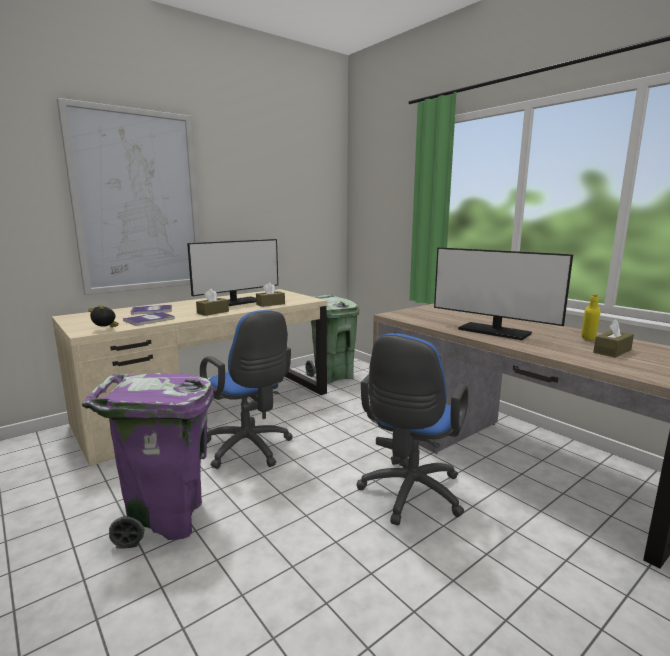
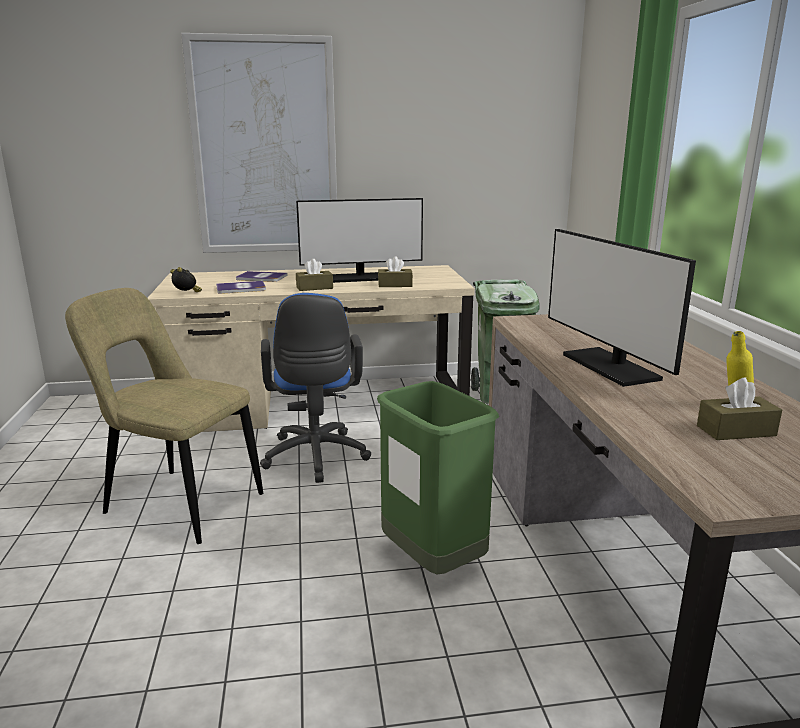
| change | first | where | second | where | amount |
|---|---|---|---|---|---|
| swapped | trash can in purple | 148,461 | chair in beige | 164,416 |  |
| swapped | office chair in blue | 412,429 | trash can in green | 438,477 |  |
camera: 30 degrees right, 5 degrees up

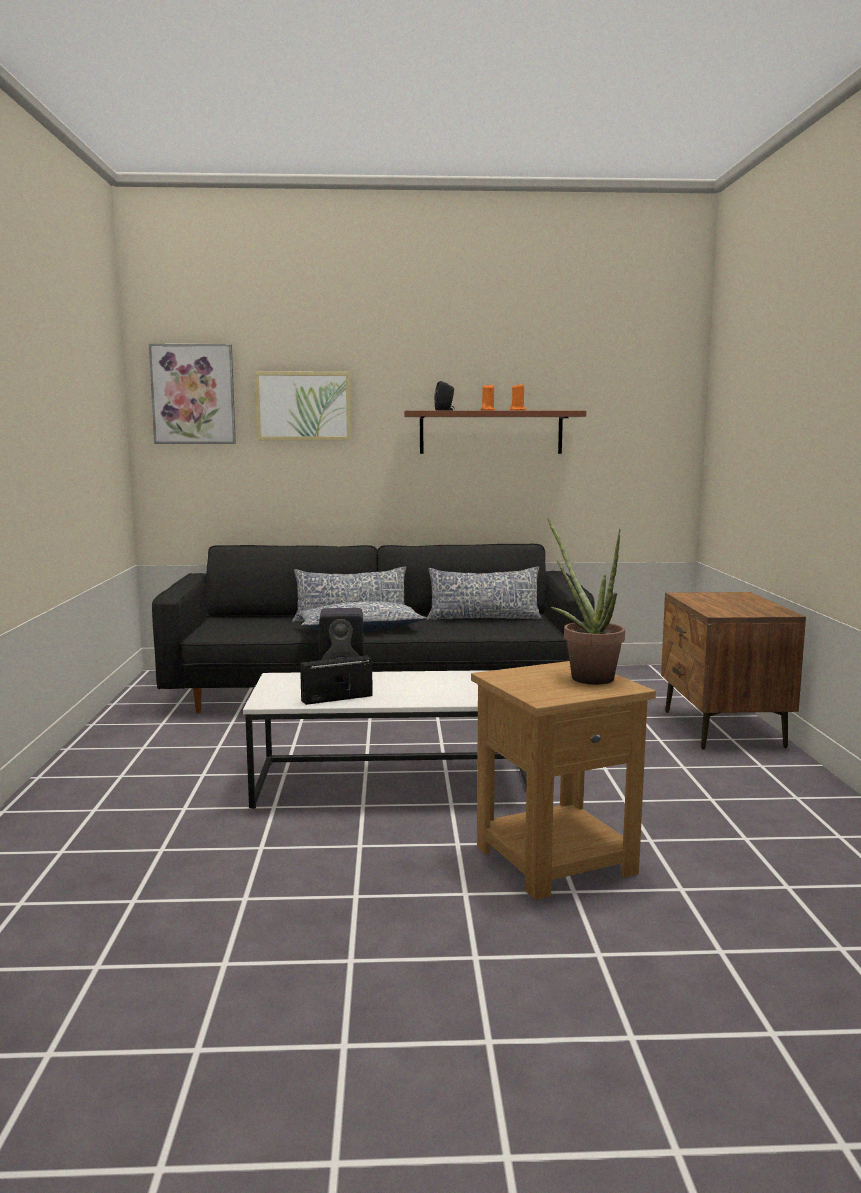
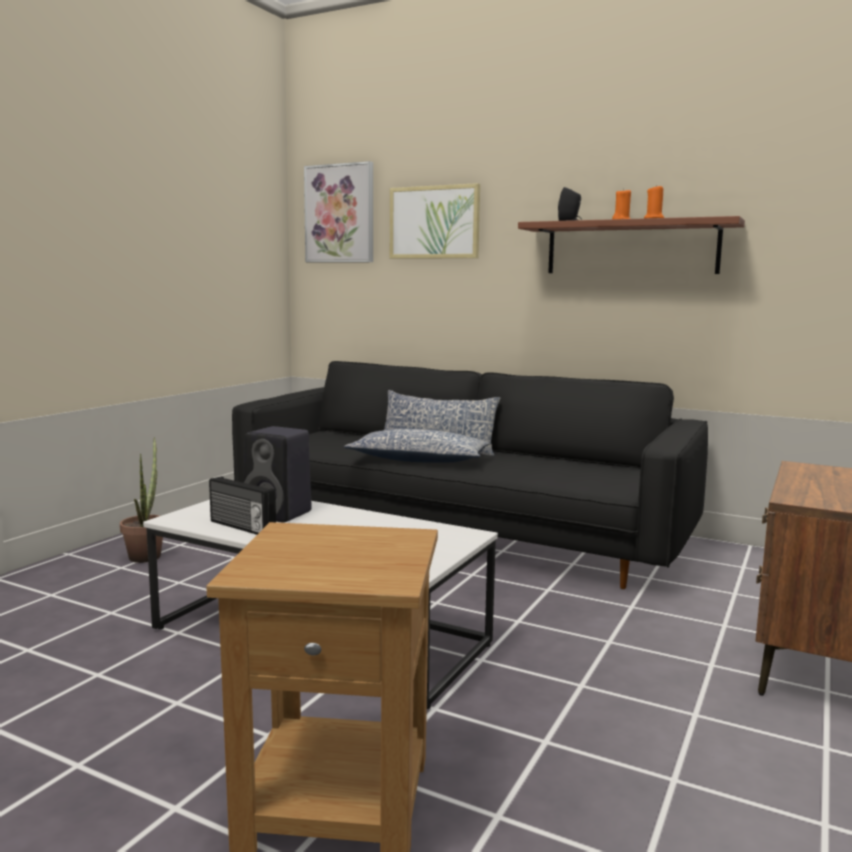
| change | first | where | second | where | amount |
|---|---|---|---|---|---|
| rotated | radio | 336,680 |  | 242,505 | 150 degrees counterclockwise |
| gone | pillow | 484,593 |  |  |  |
| shifted | potted plant | 586,601 |  | 141,500 |  |
camera: 30 degrees right, 0 degrees up

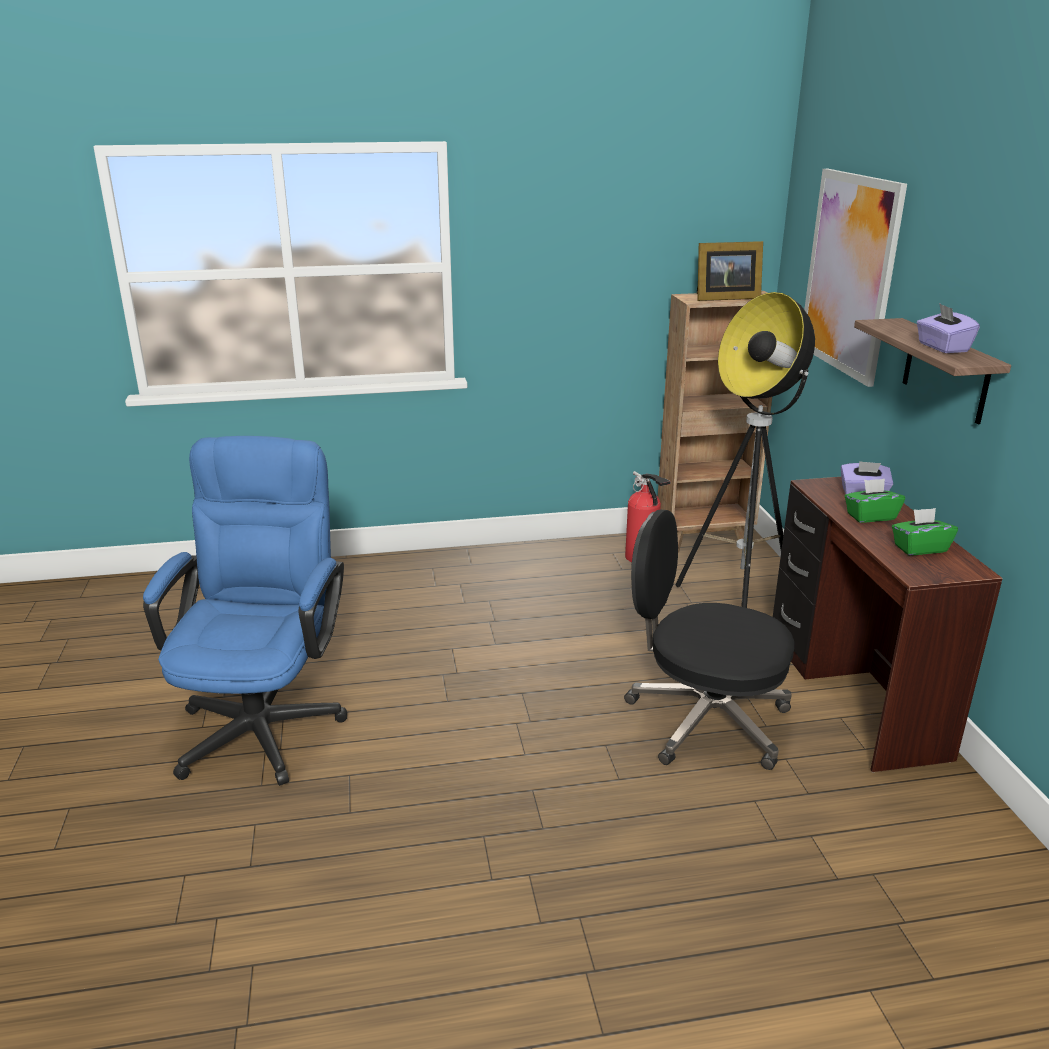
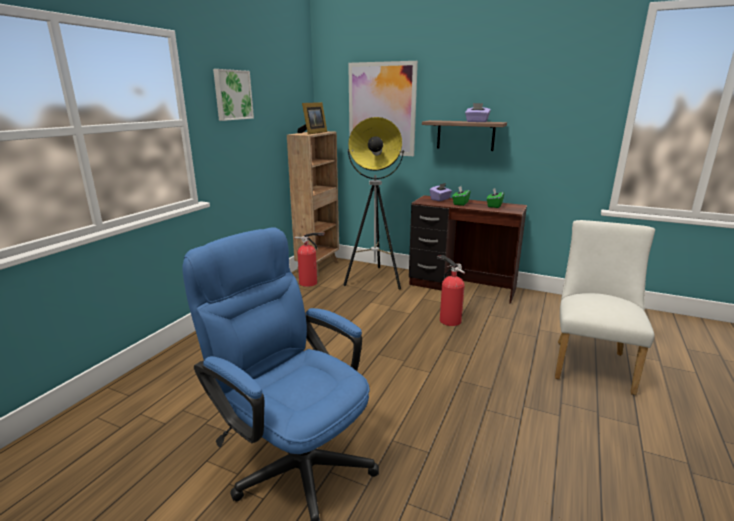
| change | first | where | second | where | amount |
|---|---|---|---|---|---|
| swapped | office chair in black | 709,640 | fire extinguisher | 451,290 |  |
| new |  |  | picture | 233,95 |  |
| new |  |  | chair in white | 605,307 |  |
camera: 55 degrees left, 5 degrees down

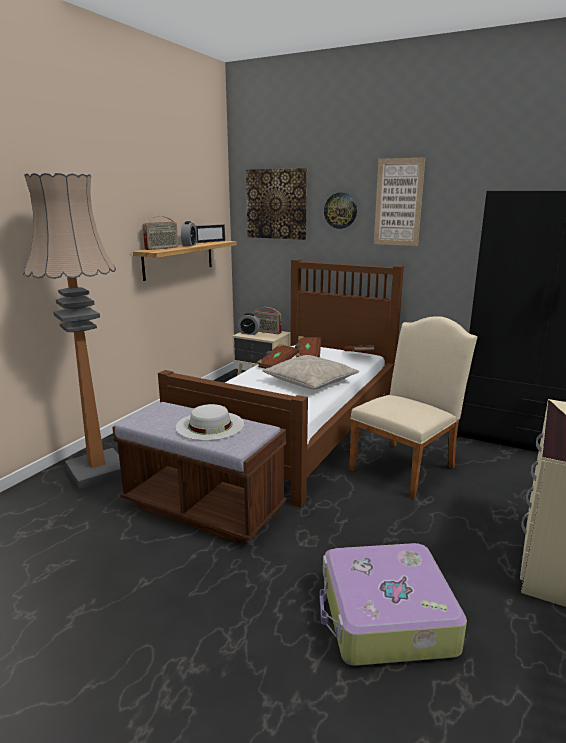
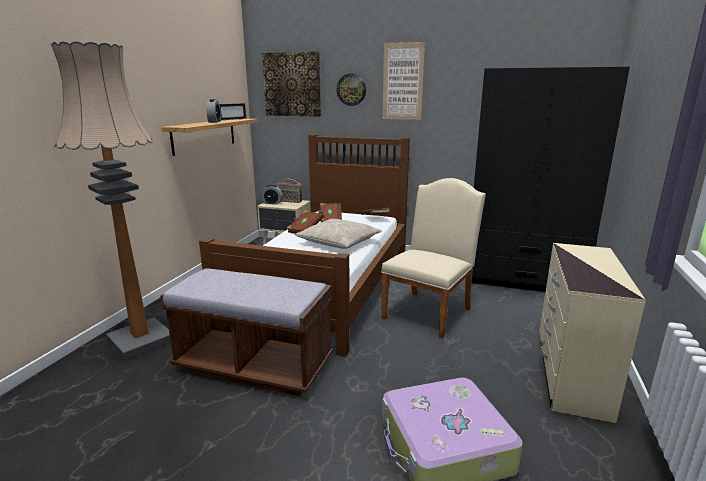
| change | first | where | second | where | amount |
|---|---|---|---|---|---|
| gone | radio | 160,233 |  |  |  |
| gone | hat in white | 210,422 |  |  |  |
camera: 10 degrees left, 0 degrees up

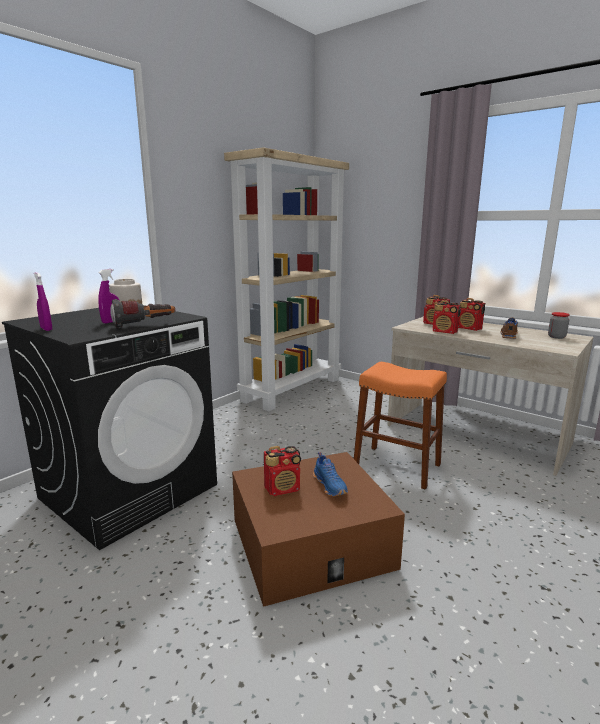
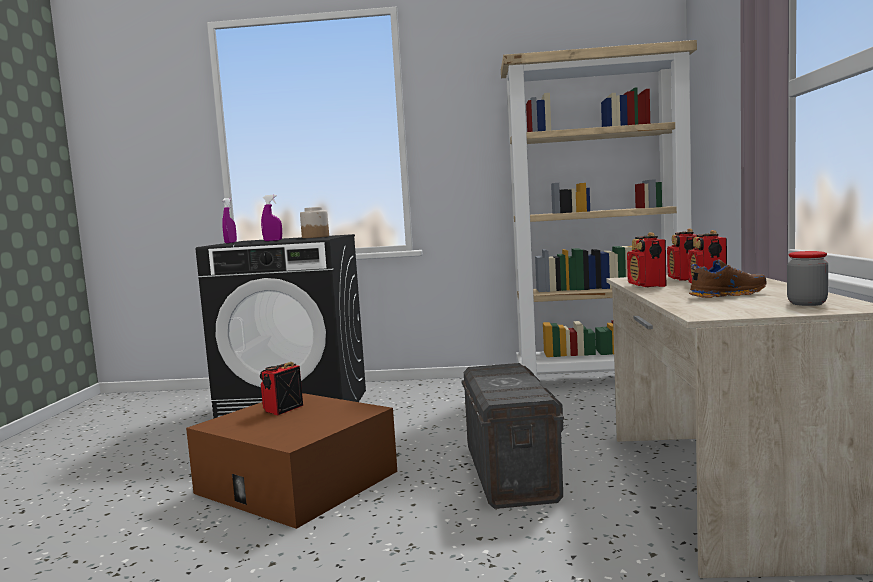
| change | first | where | second | where | amount |
|---|---|---|---|---|---|
| gone | flashlight | 142,313 |  |  |  |
| rotated | radio | 282,471 |  | 281,388 | 90 degrees clockwise |
| gone | shoe in blue | 330,474 |  |  |  |
| swapped | stool in orange | 400,426 | storage box in grey | 512,436 |  |
camera: 55 degrees right, 10 degrees down

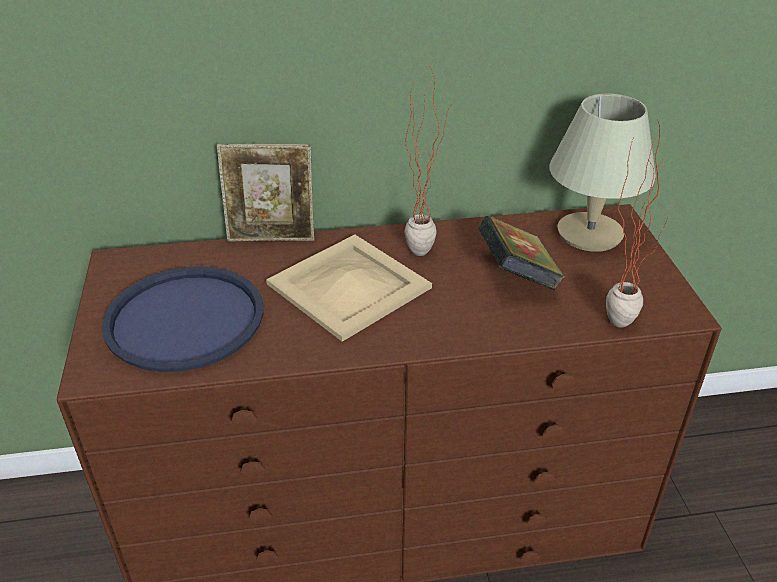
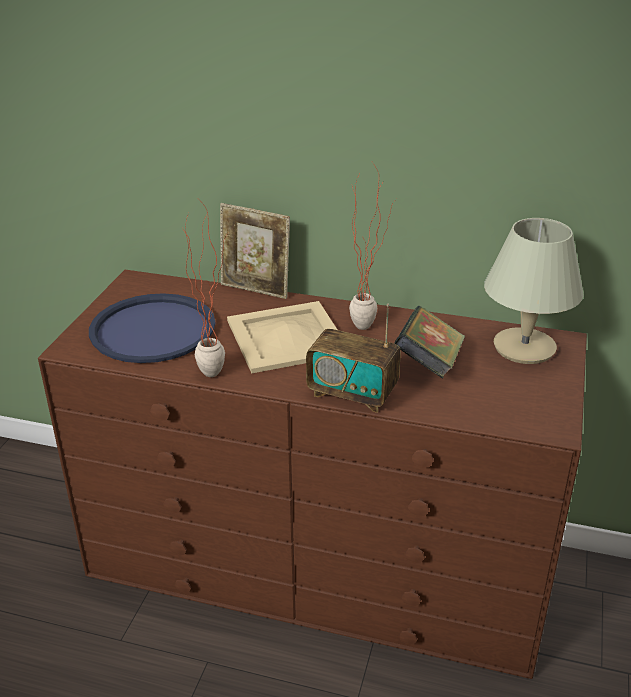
| change | first | where | second | where | amount |
|---|---|---|---|---|---|
| shifted | potted plant | 637,225 |  | 205,290 |  |
| new |  |  | radio | 353,358 |  |
camera: 25 degrees right, 5 degrees down

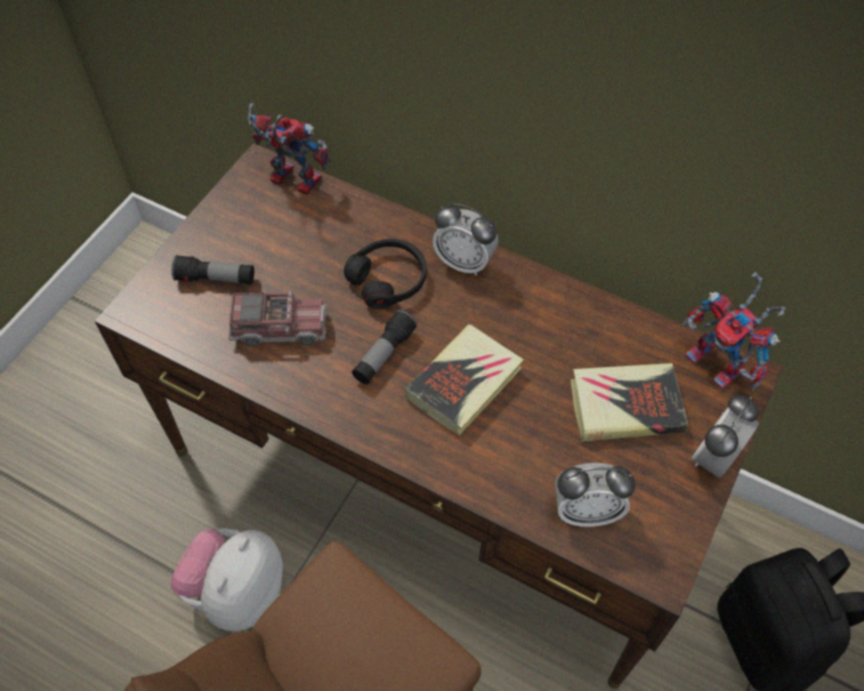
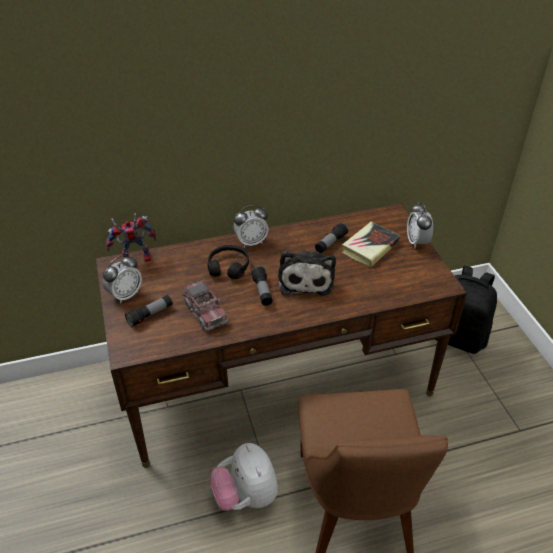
| change | first | where | second | where | amount |
|---|---|---|---|---|---|
| rotated | toy truck | 277,318 |  | 205,305 | 105 degrees clockwise |
| swapped | book | 464,379 | plush toy | 307,273 |  |
| shifted | alarm clock | 595,495 |  | 122,279 |  |
| gone | toy robot | 734,331 |  |  |  |
| new |  |  | flashlight | 332,237 |  |
camera: 45 degrees left, 15 degrees down

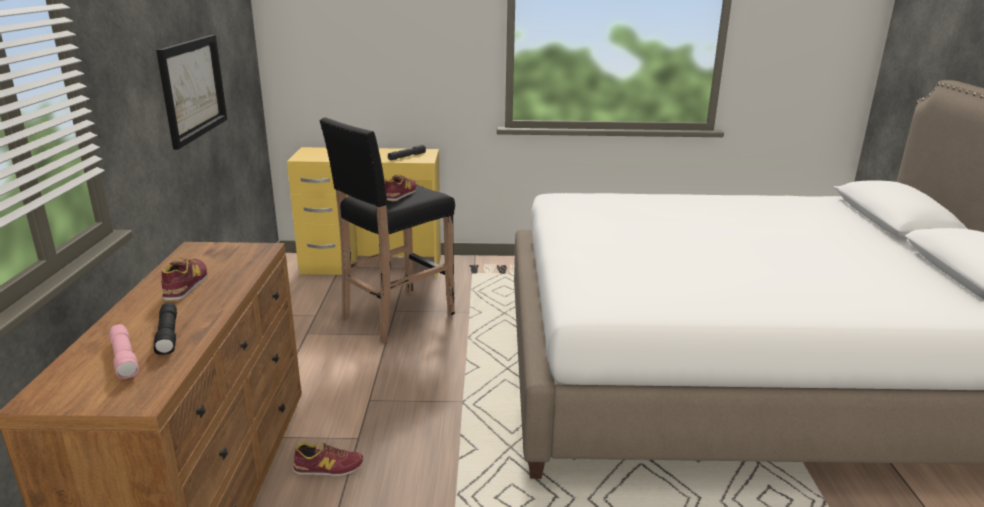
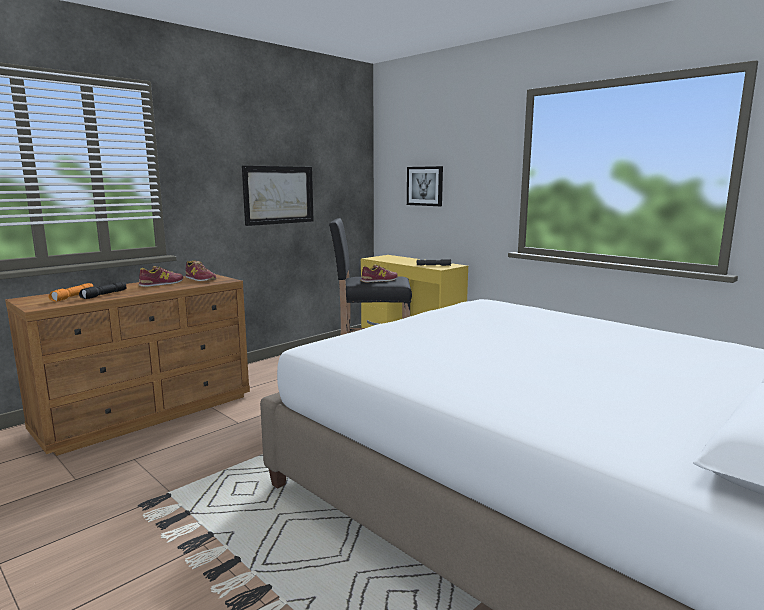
| change | first | where | second | where | amount |
|---|---|---|---|---|---|
| repainted | flashlight in pink | 124,351 | flashlight in orange | 71,292 |  |
| shifted | shoe | 327,459 |  | 201,270 |  |
| new |  |  | picture | 425,186 |  |
camera: 45 degrees right, 10 degrees down

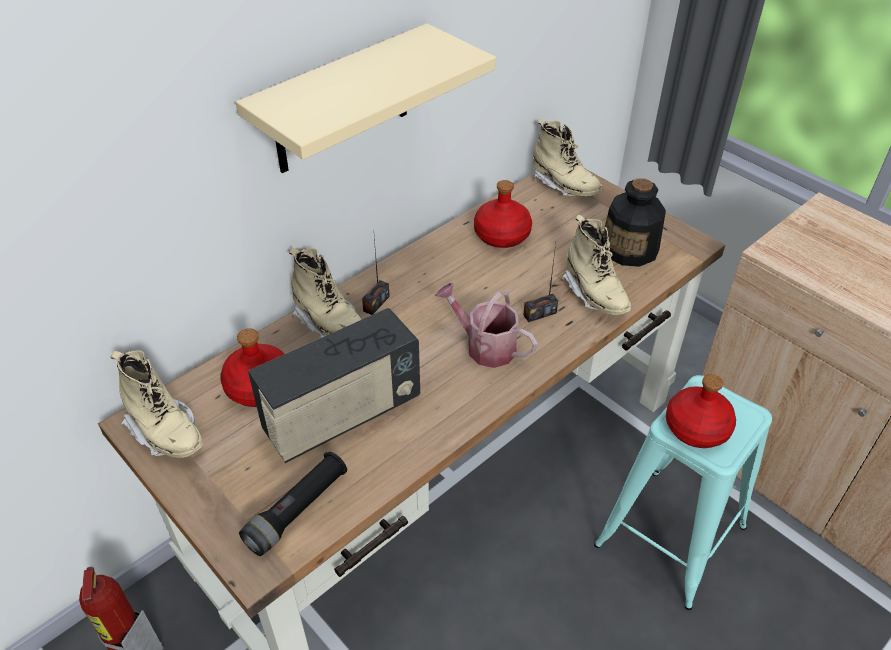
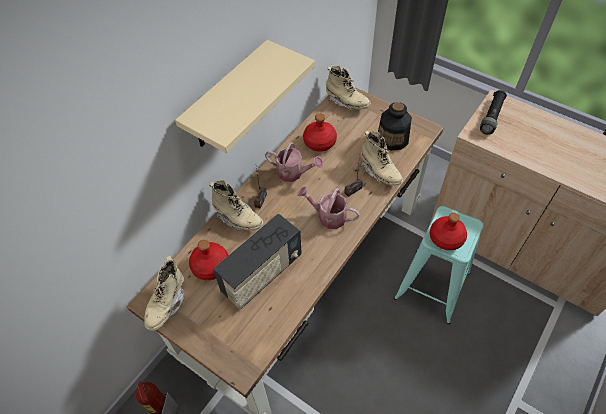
| change | first | where | second | where | amount |
|---|---|---|---|---|---|
| rotated | boot in beige | 156,404 |  | 164,293 | 75 degrees clockwise |
| shifted | flashlight in black | 293,504 |  | 493,112 |  |
| new |  |  | watering can | 294,162 |  |
camera: 10 degrees left, 10 degrees up

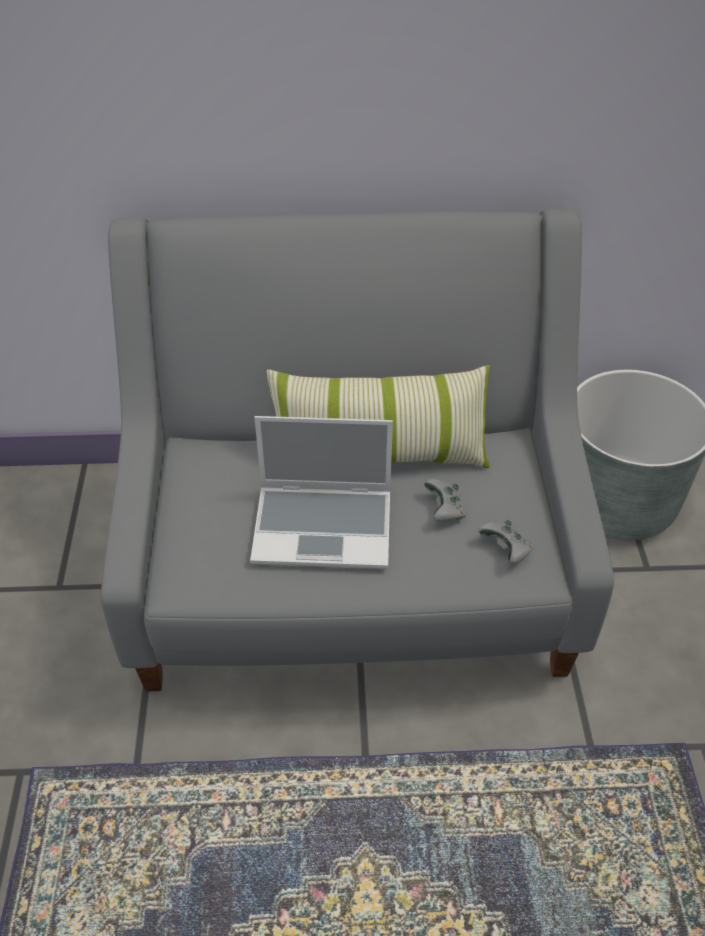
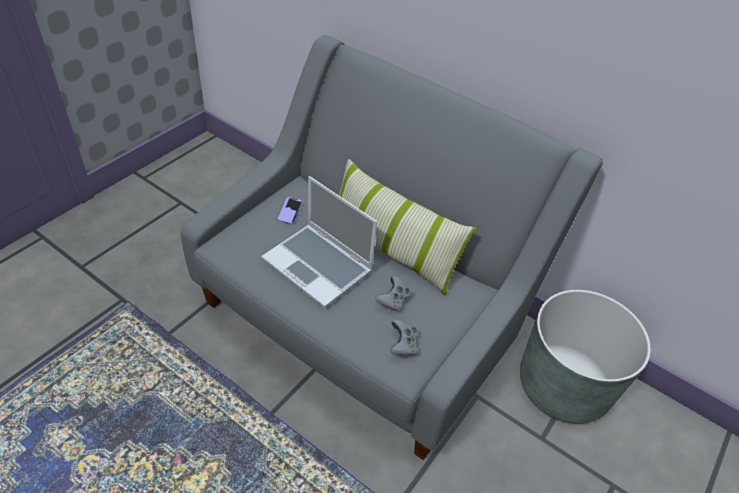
| change | first | where | second | where | amount |
|---|---|---|---|---|---|
| new |  |  | phone | 290,211 |  |
camera: 35 degrees right, 0 degrees up

